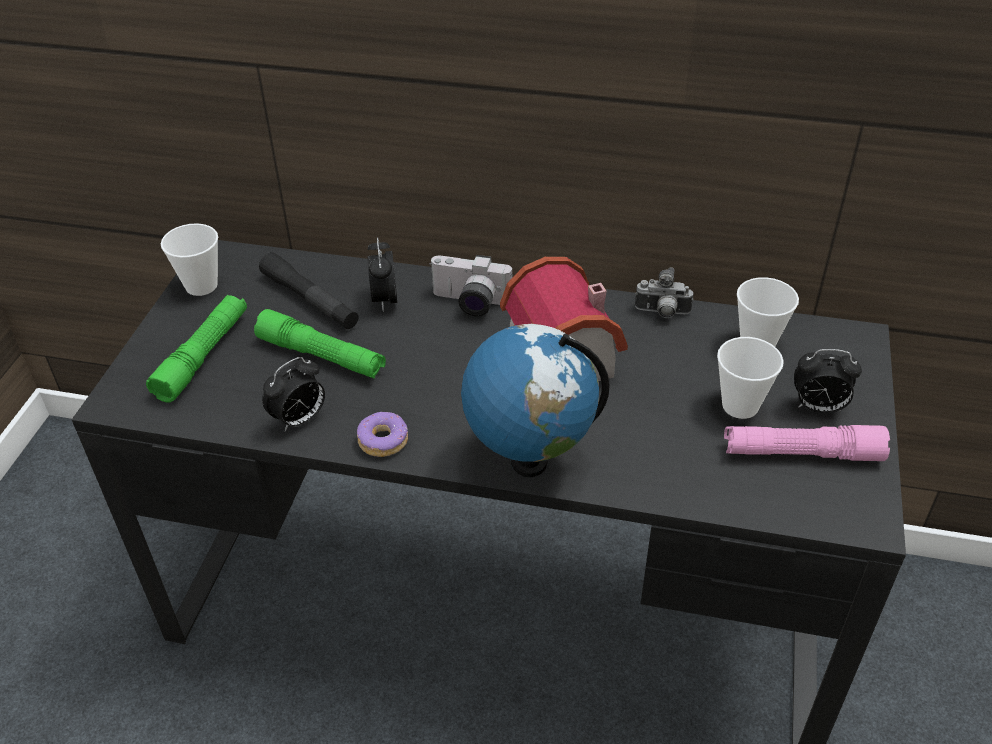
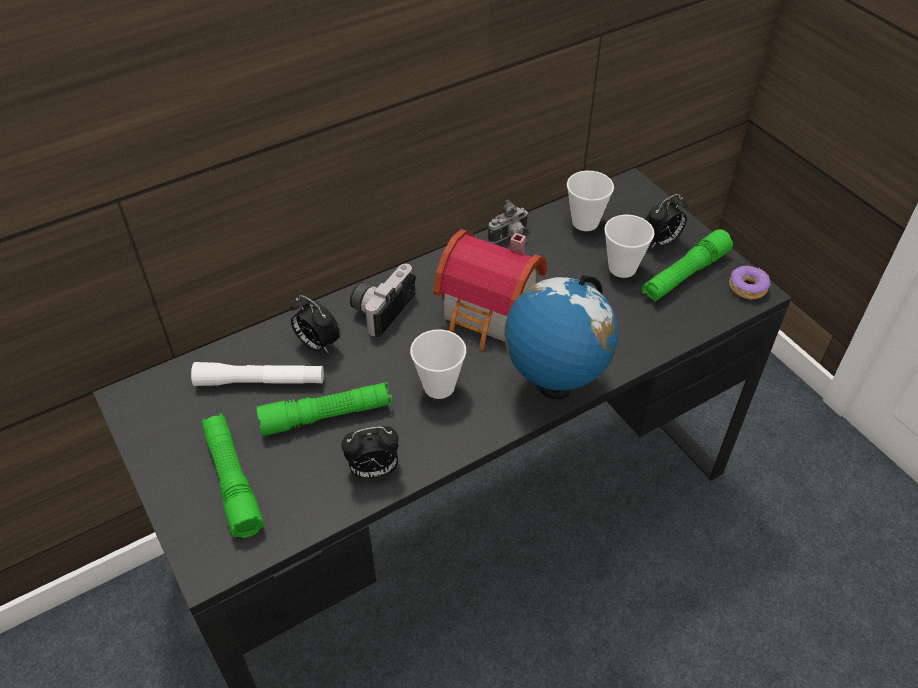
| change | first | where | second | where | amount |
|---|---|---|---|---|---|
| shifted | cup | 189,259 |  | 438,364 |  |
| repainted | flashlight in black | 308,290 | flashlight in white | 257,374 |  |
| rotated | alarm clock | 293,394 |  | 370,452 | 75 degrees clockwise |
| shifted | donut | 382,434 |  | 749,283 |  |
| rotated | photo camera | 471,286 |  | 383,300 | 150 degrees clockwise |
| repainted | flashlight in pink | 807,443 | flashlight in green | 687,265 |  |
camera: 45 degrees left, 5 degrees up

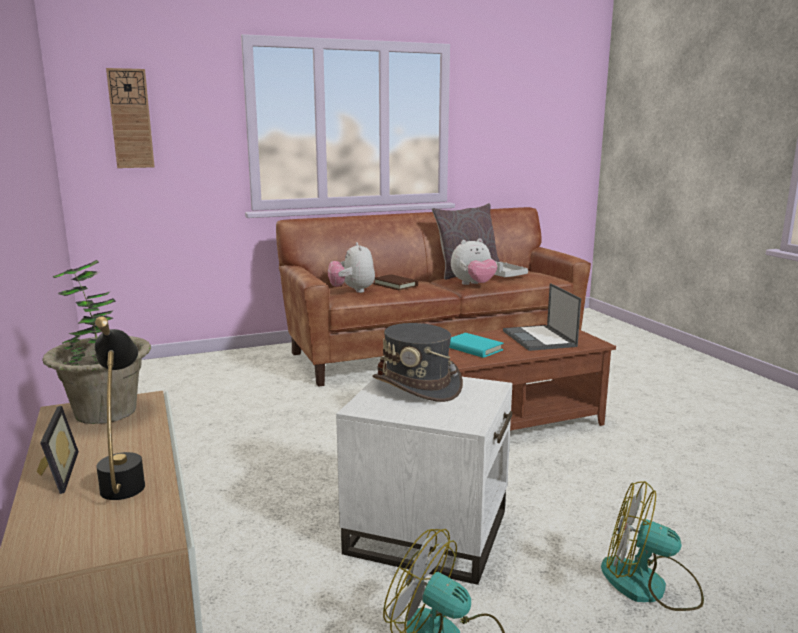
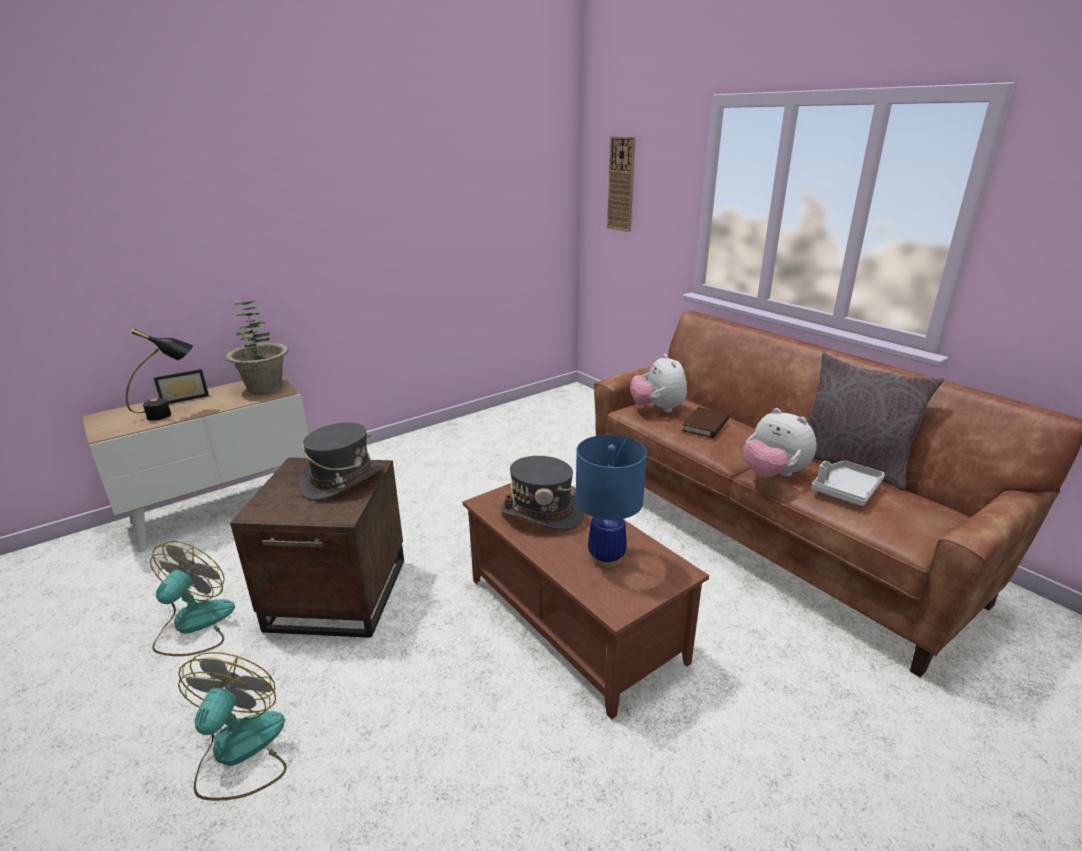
| change | first | where | second | where | amount |
|---|---|---|---|---|---|
| rotated | plush toy | 351,267 |  | 658,383 | 75 degrees counterclockwise |
| repainted | side table in white | 424,481 | side table in brown | 317,548 |  |
| swapped | book in turquoise | 476,345 | hat in grey | 542,493 |  |
| swapped | laptop | 542,317 | table lamp in blue | 611,501 |  |
camera: 75 degrees right, 10 degrees up

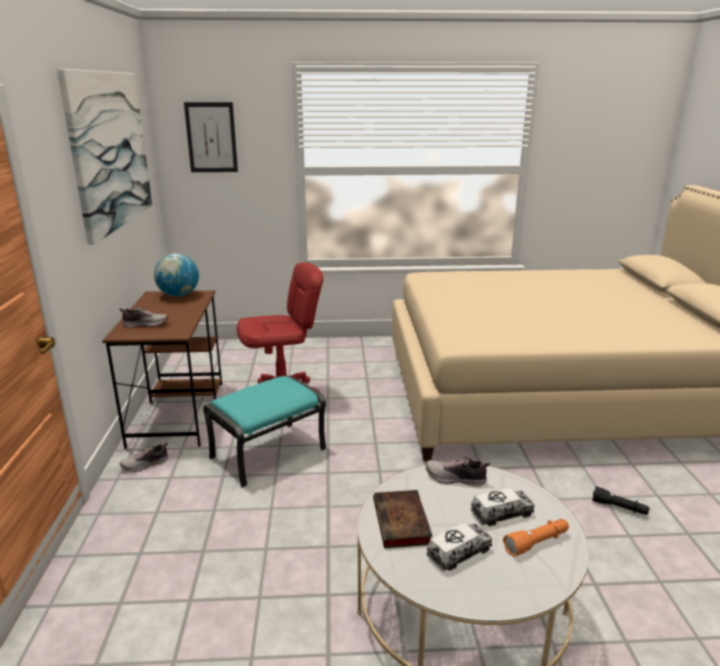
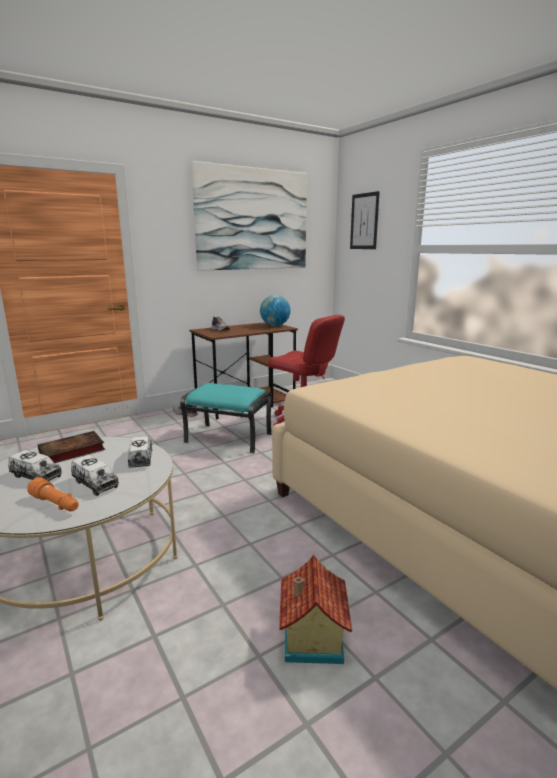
| change | first | where | second | where | amount |
|---|---|---|---|---|---|
| swapped | shoe | 458,472 | toy truck | 140,452 |  |
| swapped | flashlight in black | 621,501 | toy house | 315,609 |  |
camera: 60 degrees right, 5 degrees down

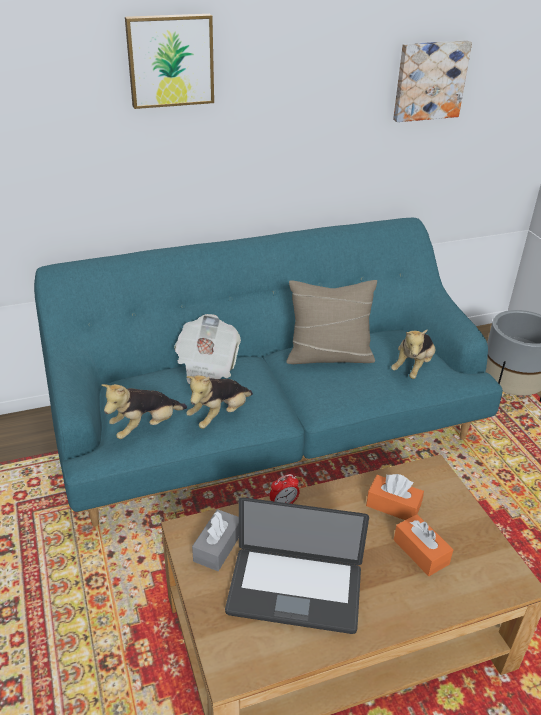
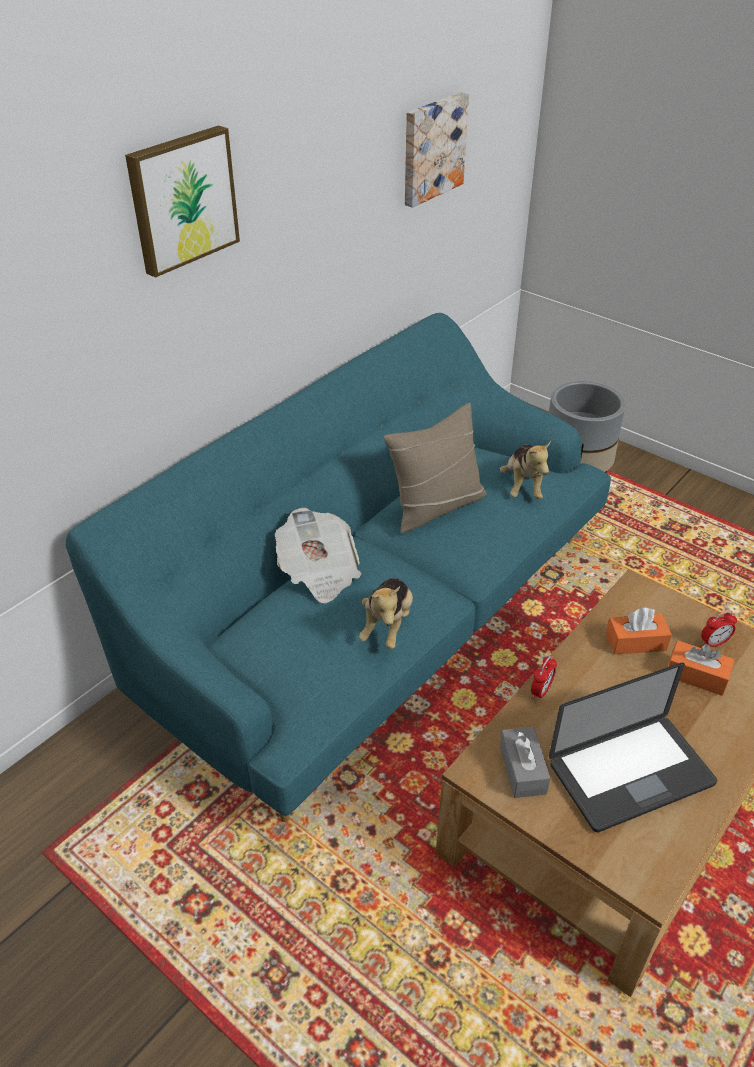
| change | first | where | second | where | amount |
|---|---|---|---|---|---|
| gone | plush toy | 144,411 |  |  |  |
| new |  |  | alarm clock | 719,629 |  |
camera: 30 degrees left, 5 degrees up

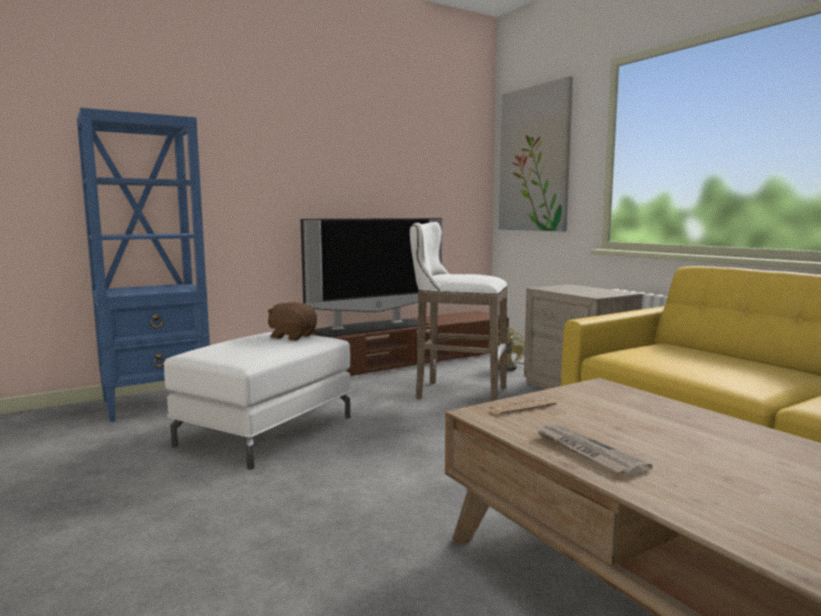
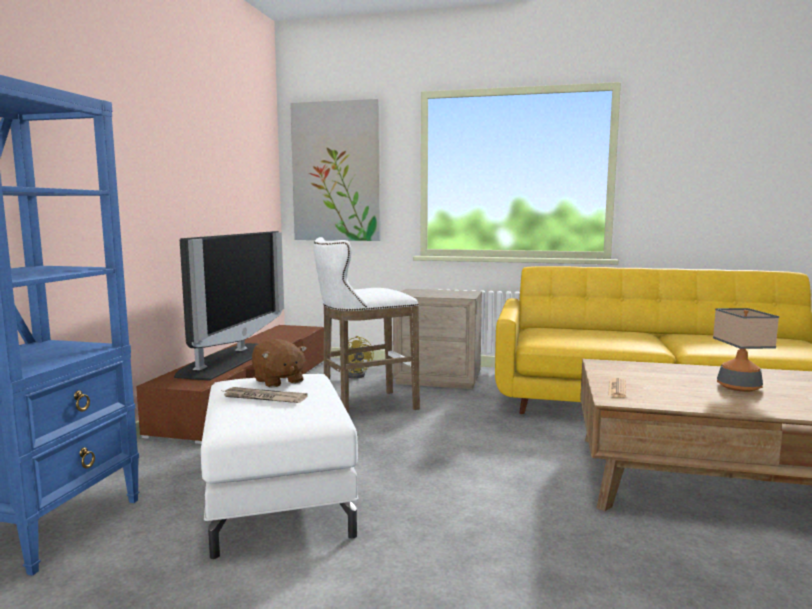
| change | first | where | second | where | amount |
|---|---|---|---|---|---|
| rotated | plush toy in brown | 292,321 |  | 279,363 | 105 degrees counterclockwise |
| shifted | newspaper | 594,450 |  | 264,395 |  |
| new |  |  | table lamp | 746,350 |  |
camera: 45 degrees left, 0 degrees up

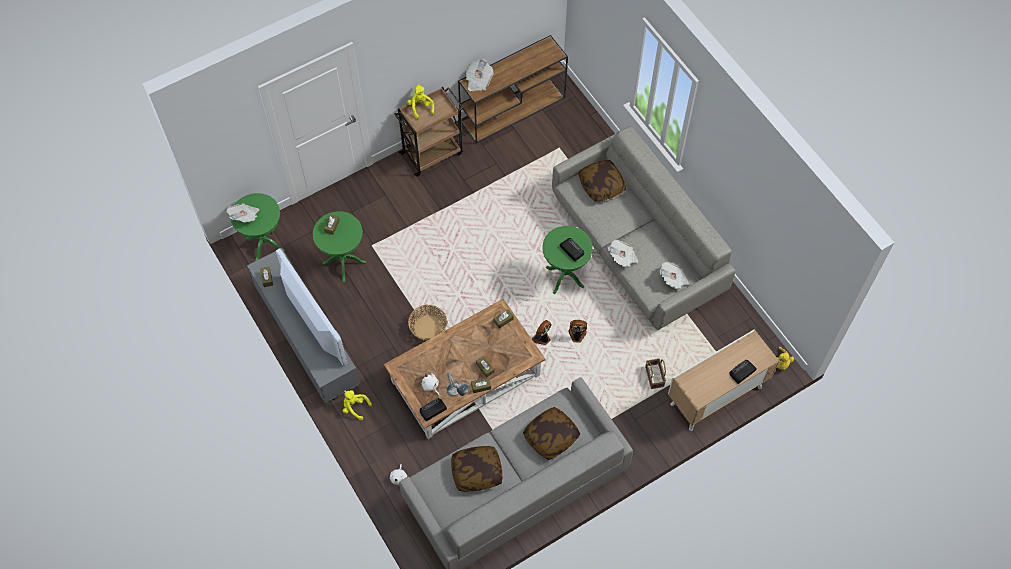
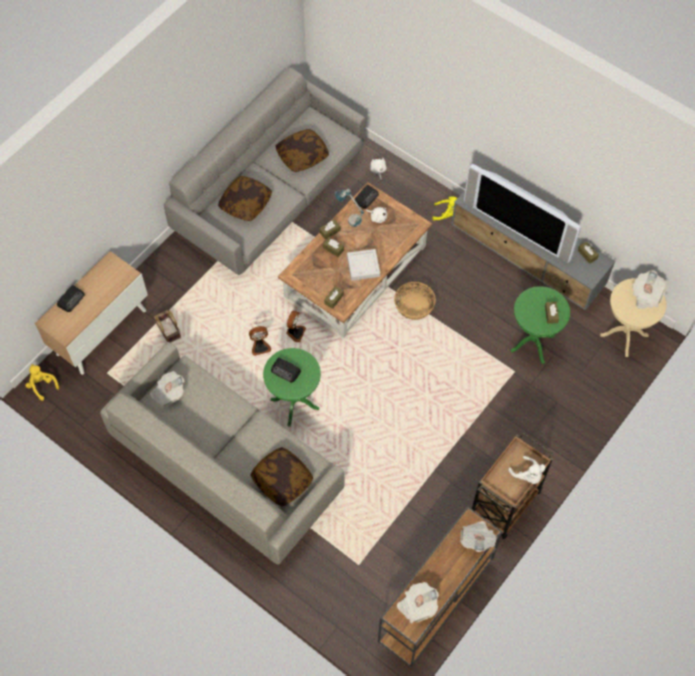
| change | first | where | second | where | amount |
|---|---|---|---|---|---|
| repainted | side table in green | 258,227 | side table in beige | 633,317 |  |
| repainted | plush toy in yellow | 420,101 | plush toy in white | 527,470 |  |
| shifted | newspaper | 623,253 |  | 418,603 |  |
| new |  |  | tray in grey | 363,265 |  |
camera: 160 degrees right, 0 degrees up

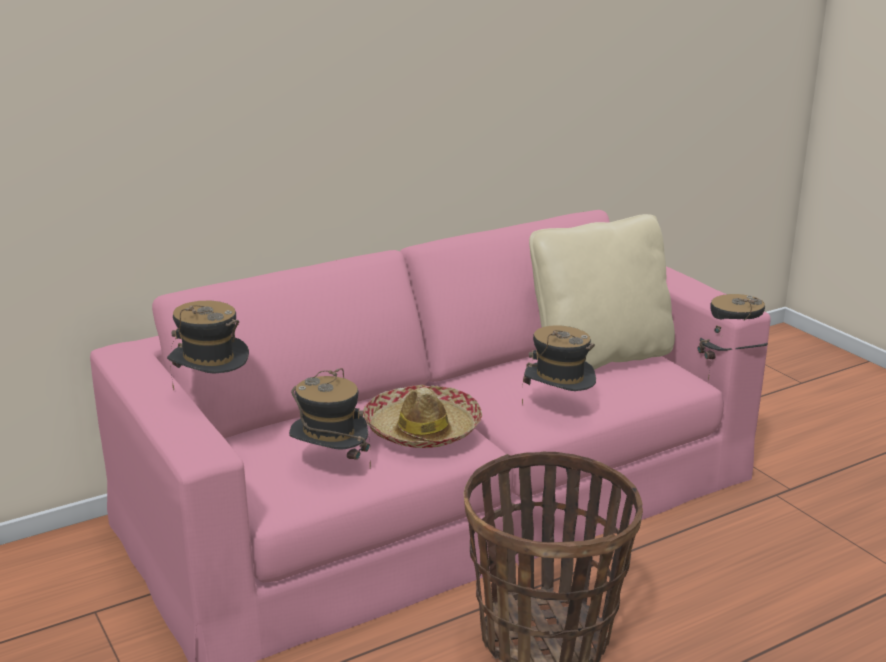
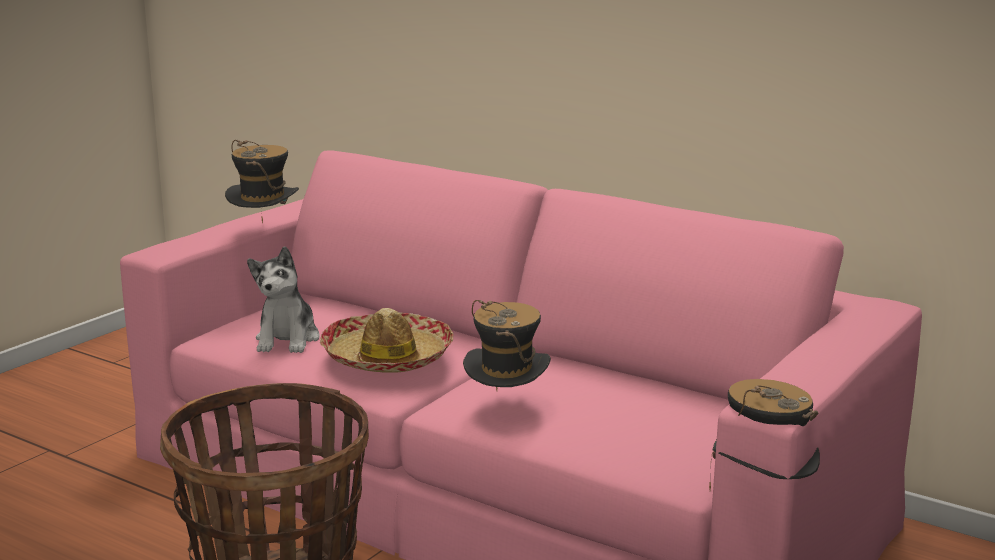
| change | first | where | second | where | amount |
|---|---|---|---|---|---|
| swapped | hat | 330,418 | plush toy | 283,299 |  |
| gone | pillow in beige | 602,292 |  |  |  |
camera: 65 degrees right, 5 degrees down

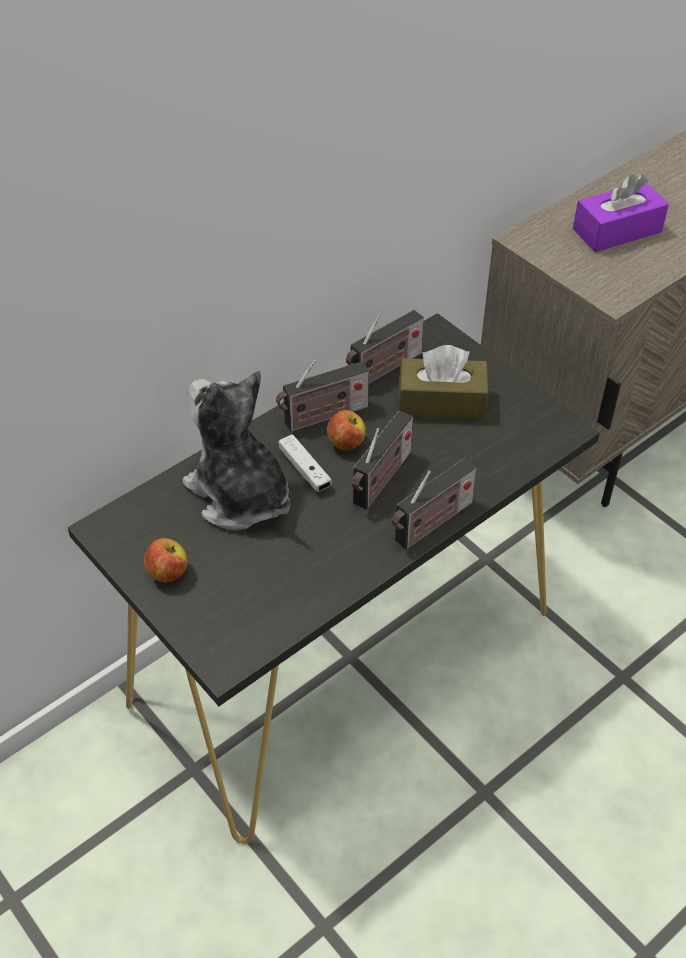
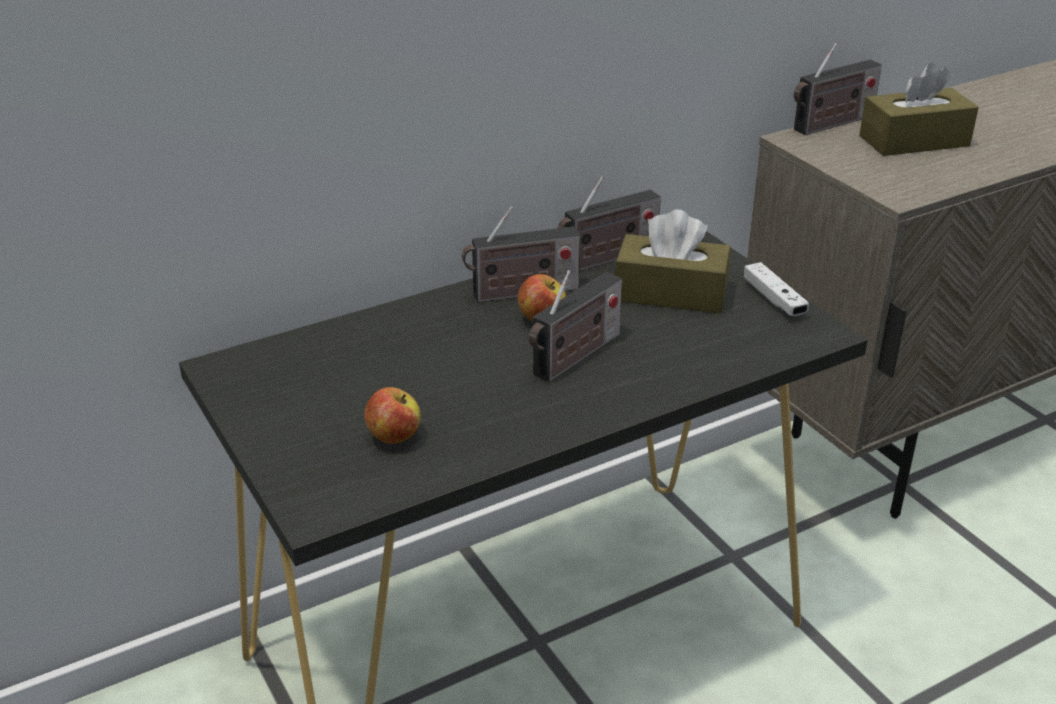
| change | first | where | second | where | amount |
|---|---|---|---|---|---|
| shifted | apple | 166,560 |  | 392,415 |  |
| gone | plush toy | 236,450 |  |  |  |
| shifted | game controller in white | 305,463 |  | 776,289 |  |
| shifted | radio | 434,503 |  | 838,89 |  |
| repainted | tissue box in purple | 621,213 | tissue box in brown | 919,109 |  |
camera: 10 degrees right, 15 degrees down

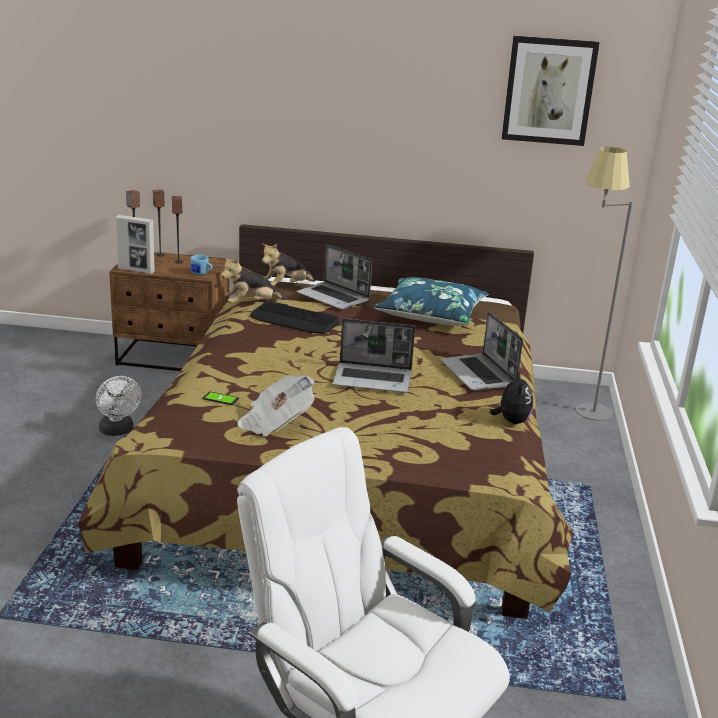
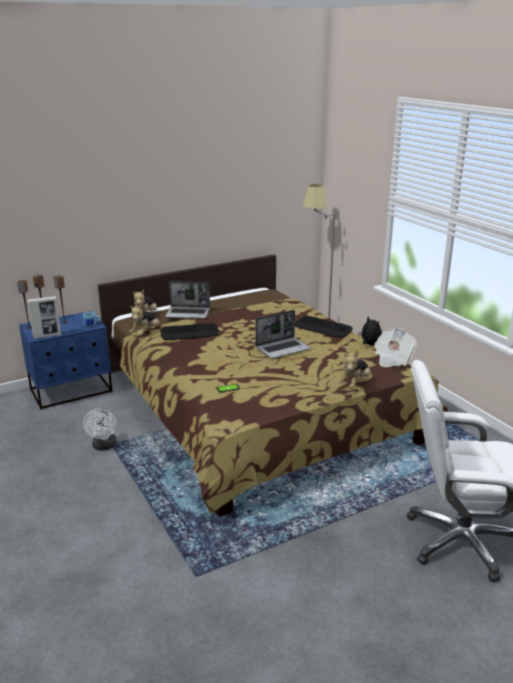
| change | first | where | second | where | amount |
|---|---|---|---|---|---|
| rotated | fan in white | 118,406 |  | 100,429 | 60 degrees clockwise |
| repainted | nightstand in brown | 169,311 | nightstand in blue | 65,360 |  |
| shifted | newspaper | 276,406 |  | 395,347 |  |
| gone | pillow in blue | 431,301 |  |  |  |
| swapped | laptop | 481,351 | keyboard | 324,327 |  |
| gone | picture | 551,91 |  |  |  |
| new |  |  | plush toy | 354,371 |  |
camera: 35 degrees left, 0 degrees up

